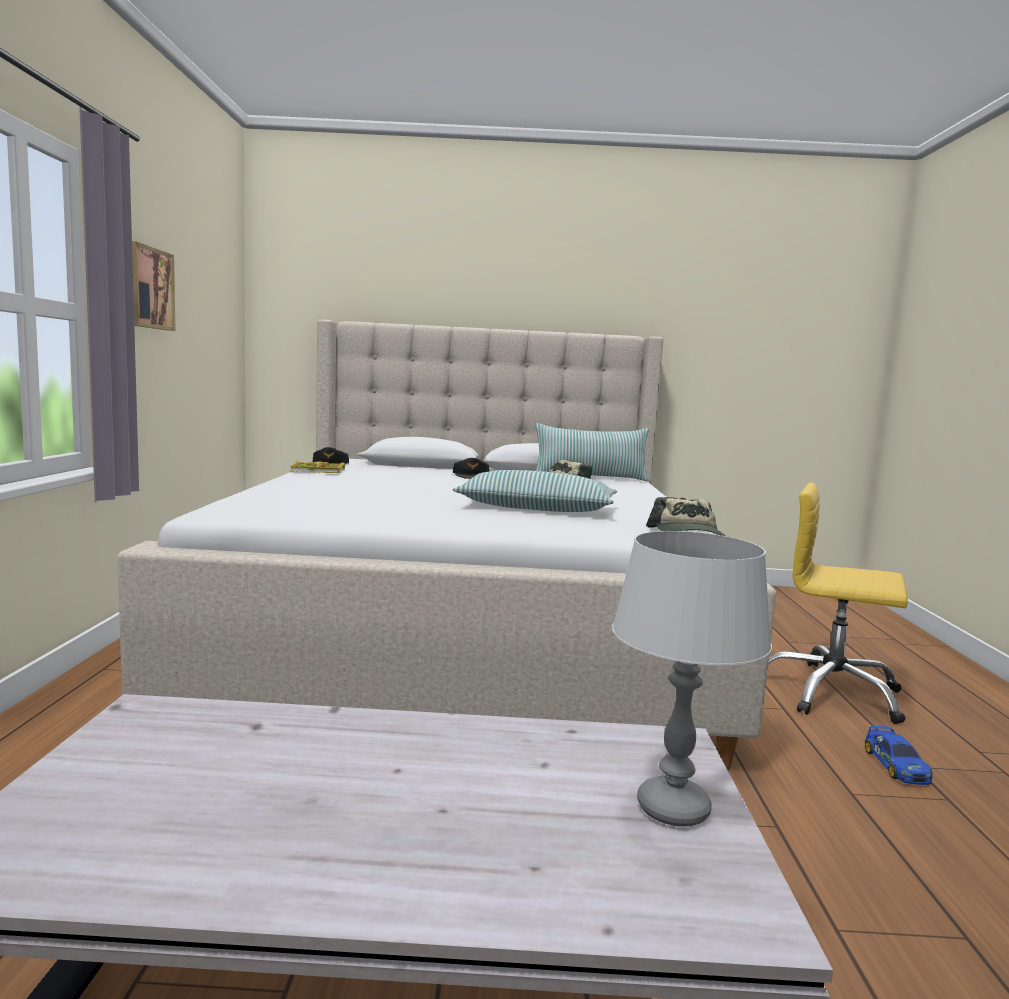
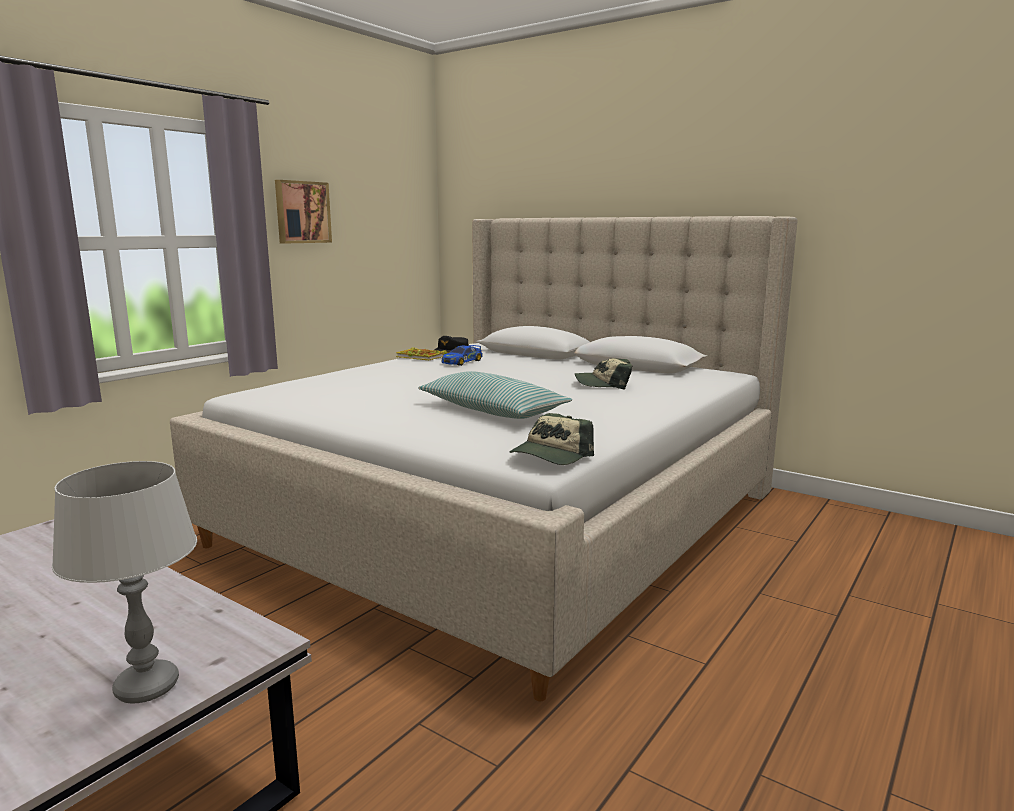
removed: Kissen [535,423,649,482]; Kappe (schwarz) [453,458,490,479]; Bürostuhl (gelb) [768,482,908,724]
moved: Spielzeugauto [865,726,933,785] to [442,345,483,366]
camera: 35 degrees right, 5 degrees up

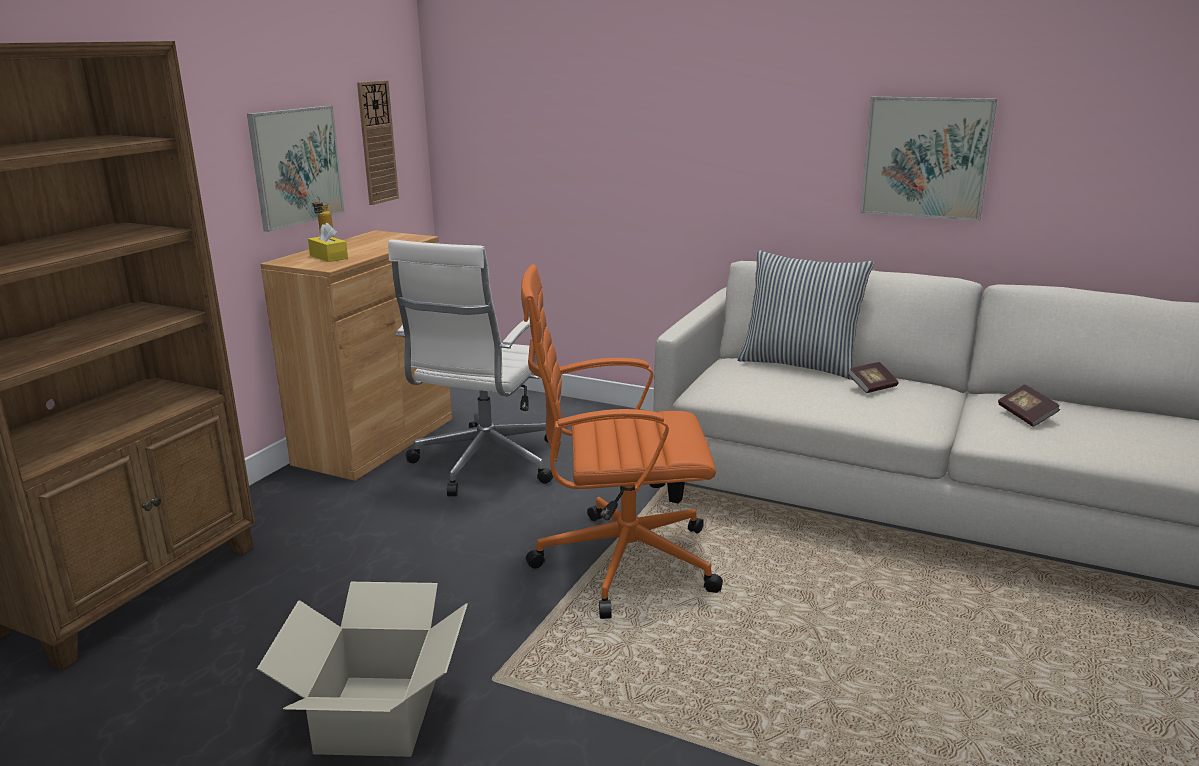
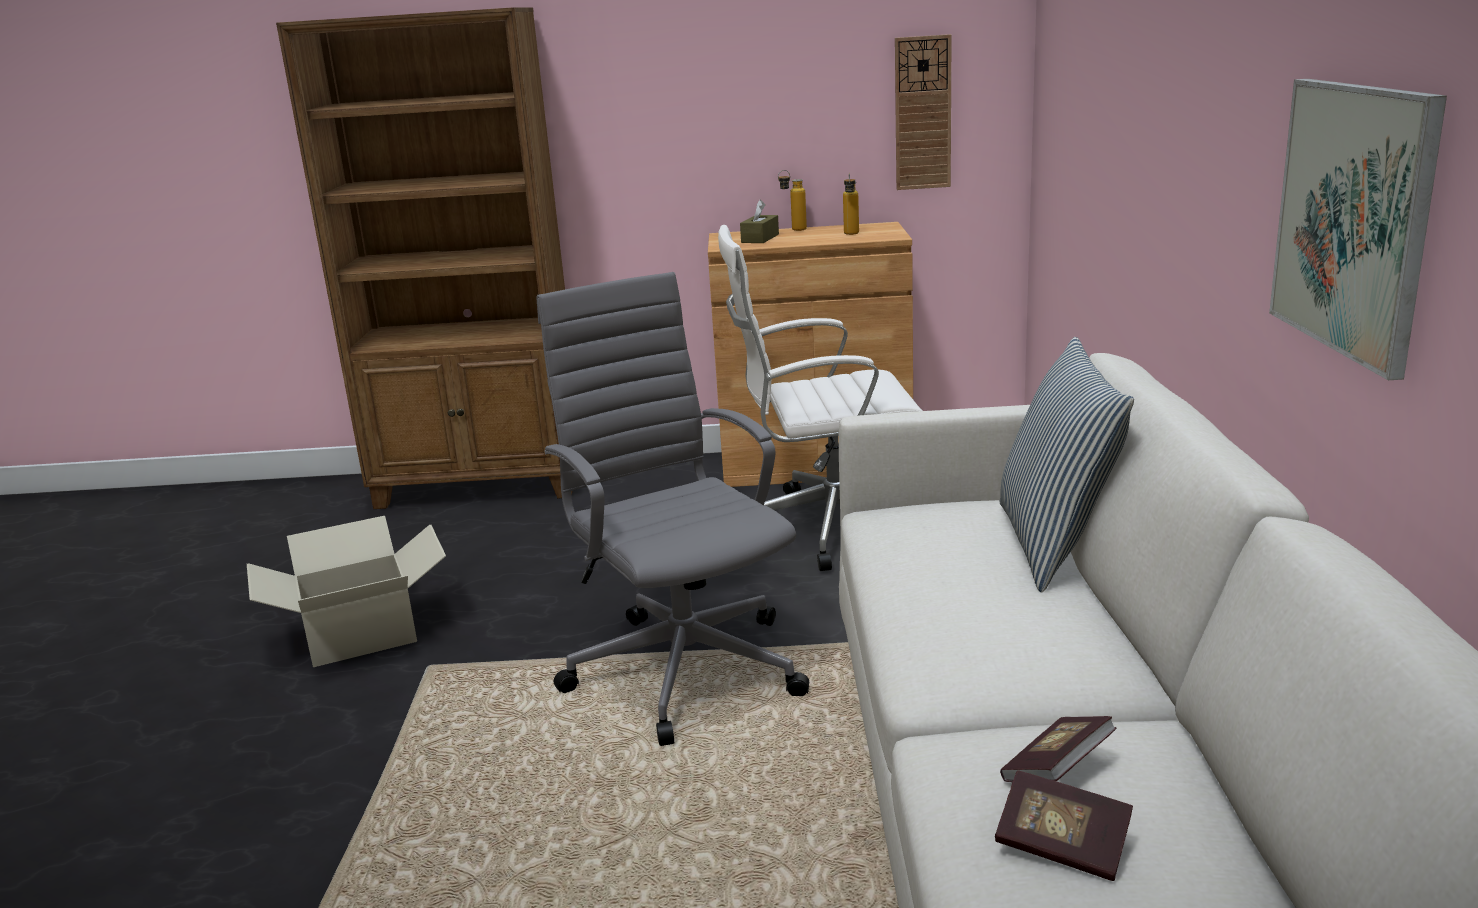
removed: Bild [247,106,345,232]
added: Flasche [843,173,859,235]
moved: Buch [847,362,898,393] to [995,770,1133,881]
recoloured: Taschentuchbox (gelb) [308,223,348,262] to Taschentuchbox (braun) [740,200,779,243]; Bürostuhl (orange) [521,264,723,619] to Bürostuhl (grau) [537,272,809,746]
camera: 65 degrees right, 0 degrees up

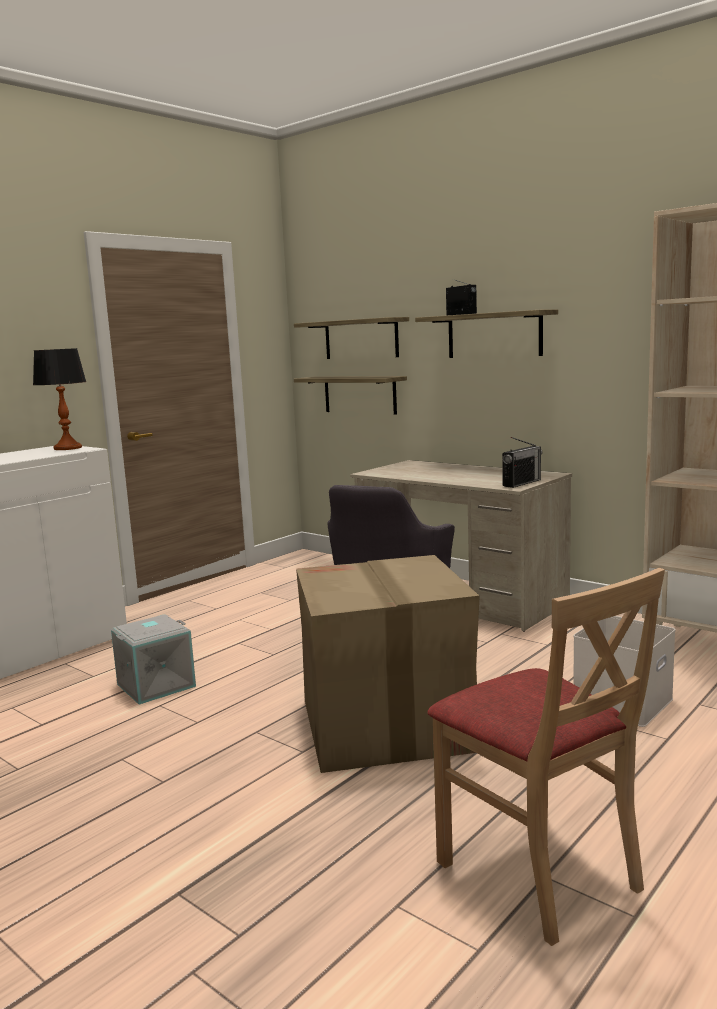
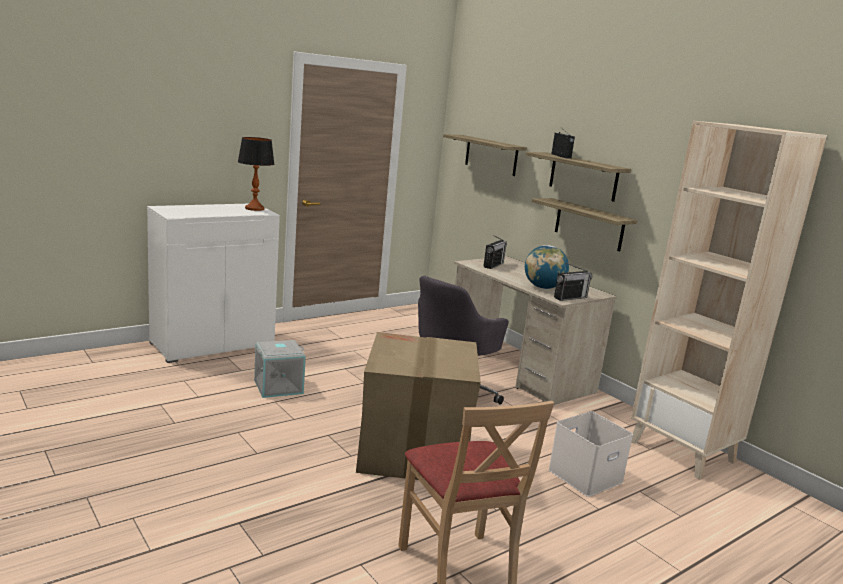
added: Radio [483,235,507,269]; Globus [525,245,569,289]
moved: Wandregal [294,376,407,415] to [532,198,638,251]
camera: 10 degrees right, 5 degrees up

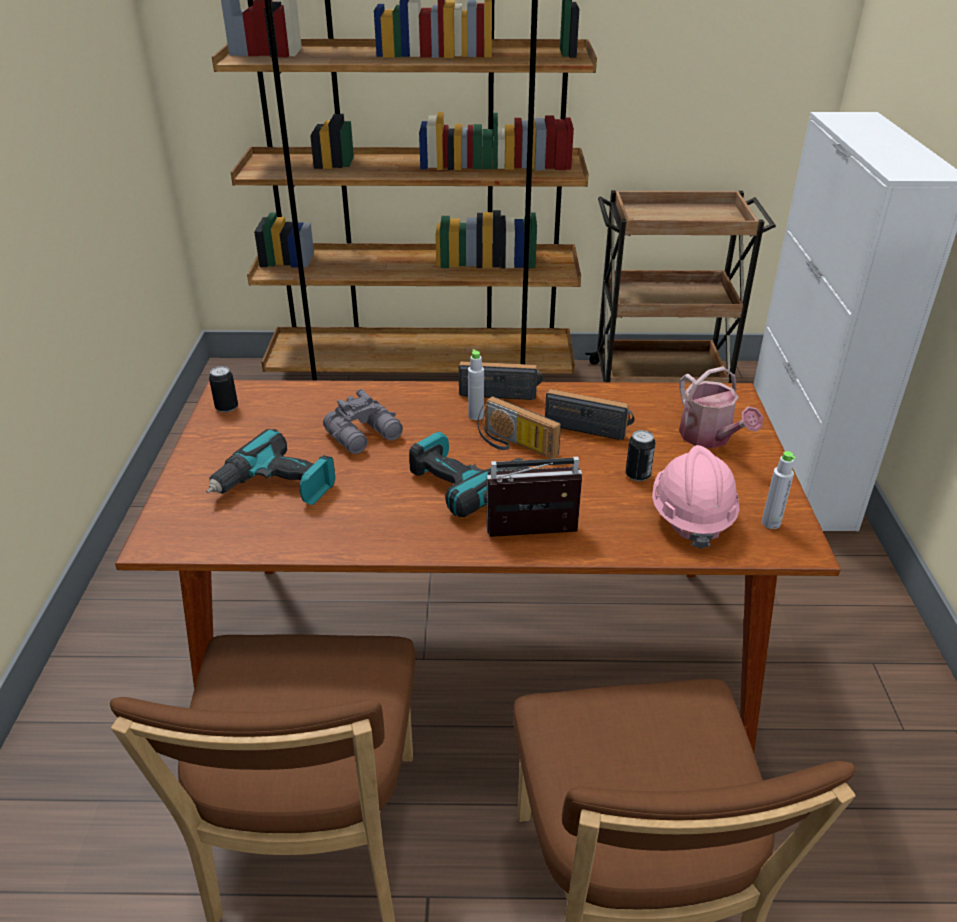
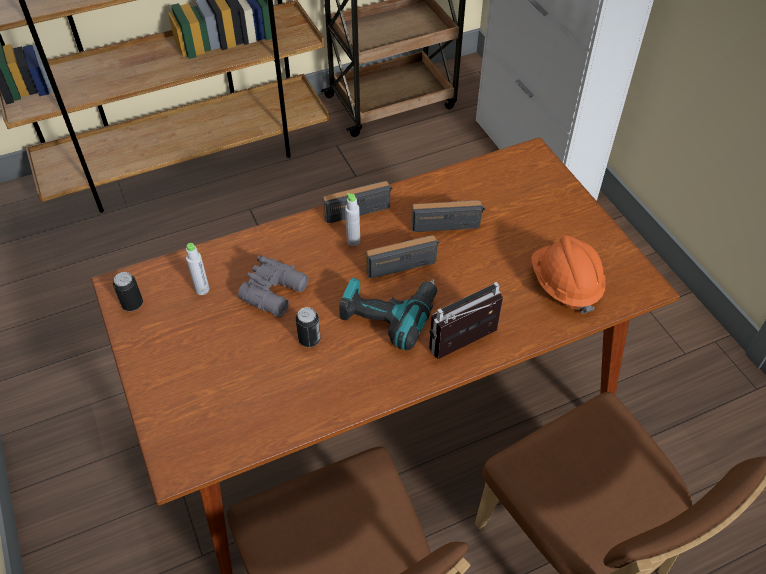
removed: Gießkanne [679,366,763,448]; Bohrmaschine [206,429,335,505]
moved: Dose [625,430,656,481] to [296,307,321,347]; Flasche (grau) [762,451,796,529] to [186,243,209,295]
recoloured: Schutzhelm (rosa) [652,445,739,549] to Schutzhelm (orange) [531,235,605,314]
turned: Radio [478,396,561,459] = [366,235,440,278] 150 degrees clockwise
camera: 25 degrees left, 15 degrees up

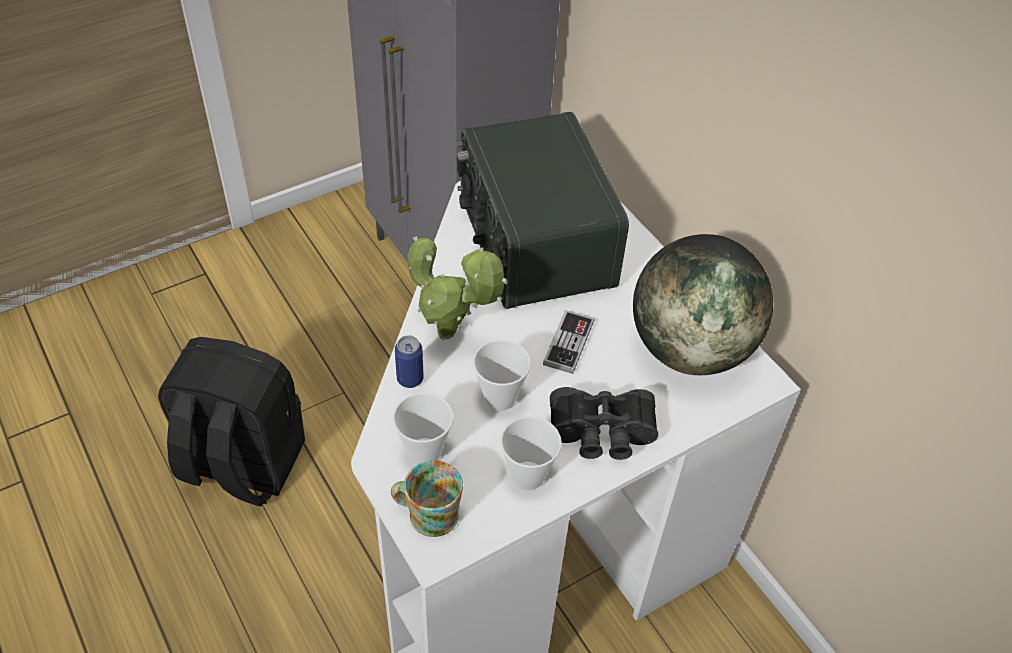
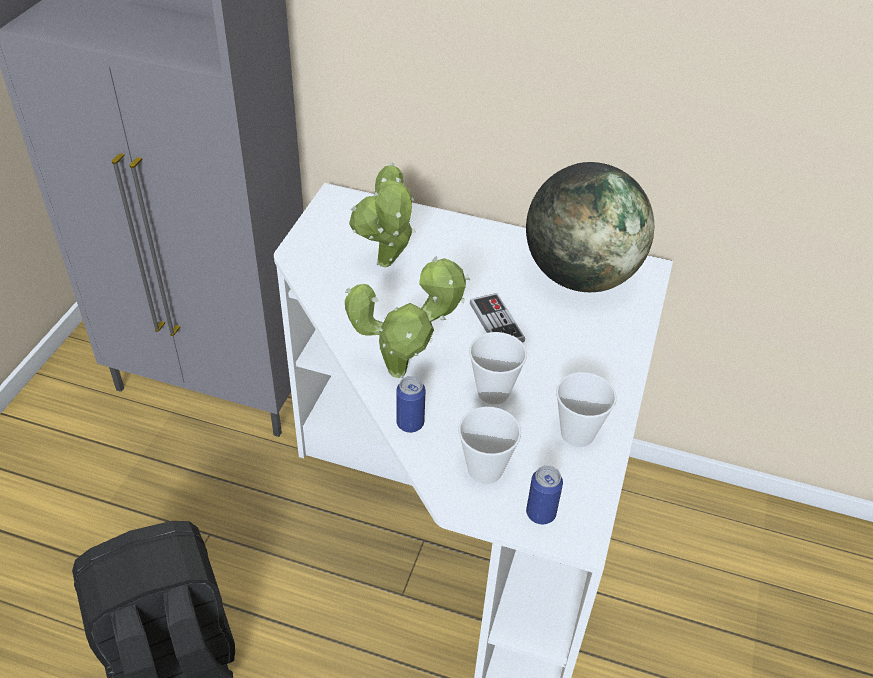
removed: Fernglas (schwarz) [550,387,658,460]
replaced: Radio [457,112,629,309] to Topfpflanze [349,162,415,267]; Henkelbecher [391,461,463,537] to Dose [526,466,563,524]
camera: 40 degrees left, 5 degrees down

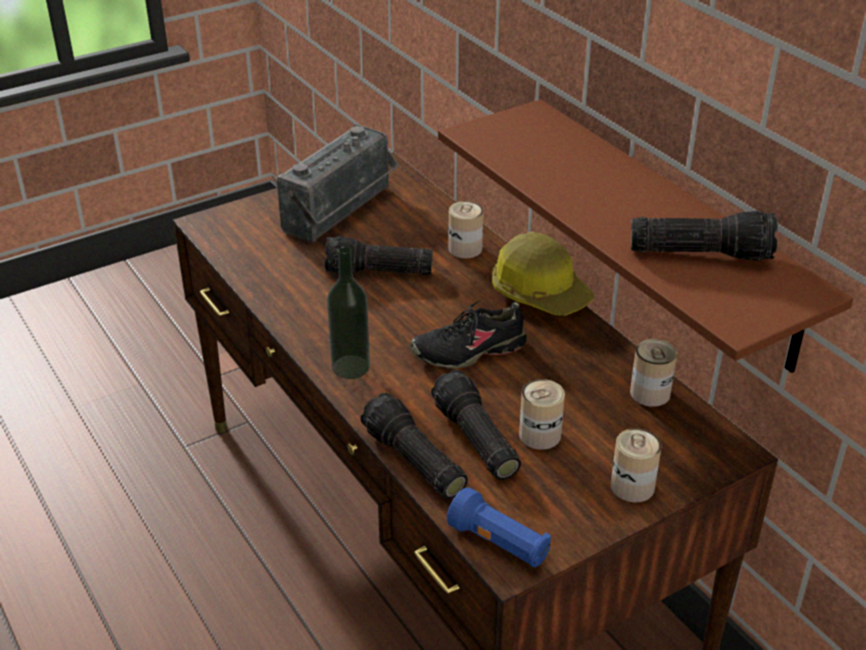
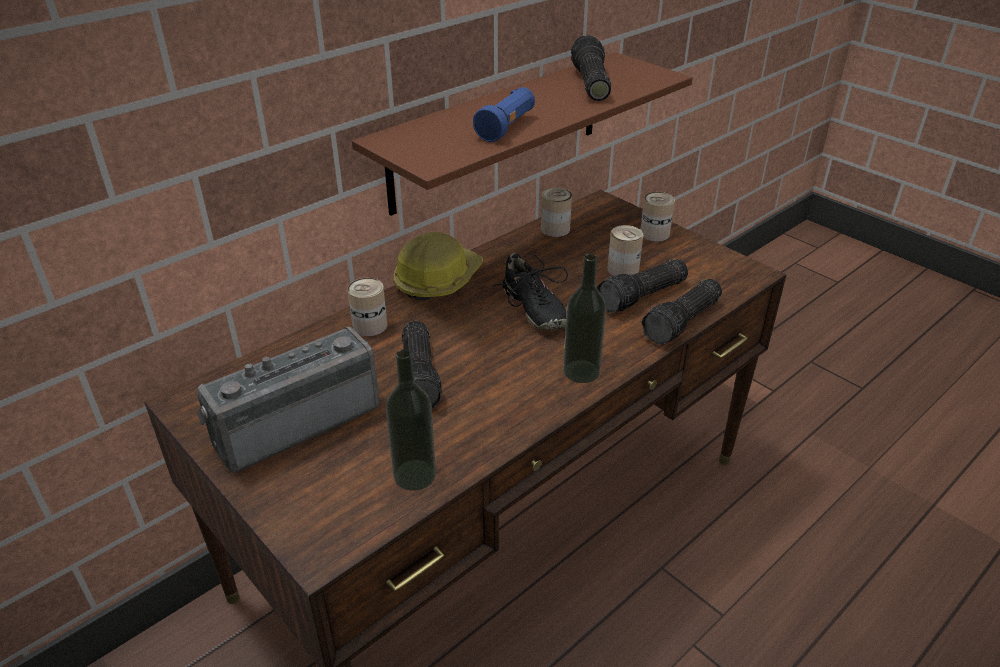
added: Flasche [386,349,436,491]
moved: Taschenlampe (blau) [447,487,551,568] to [473,87,535,142]
turned: Radio [277,125,399,242] = [197,327,379,473] 60 degrees counterclockwise
camera: 100 degrees left, 0 degrees up

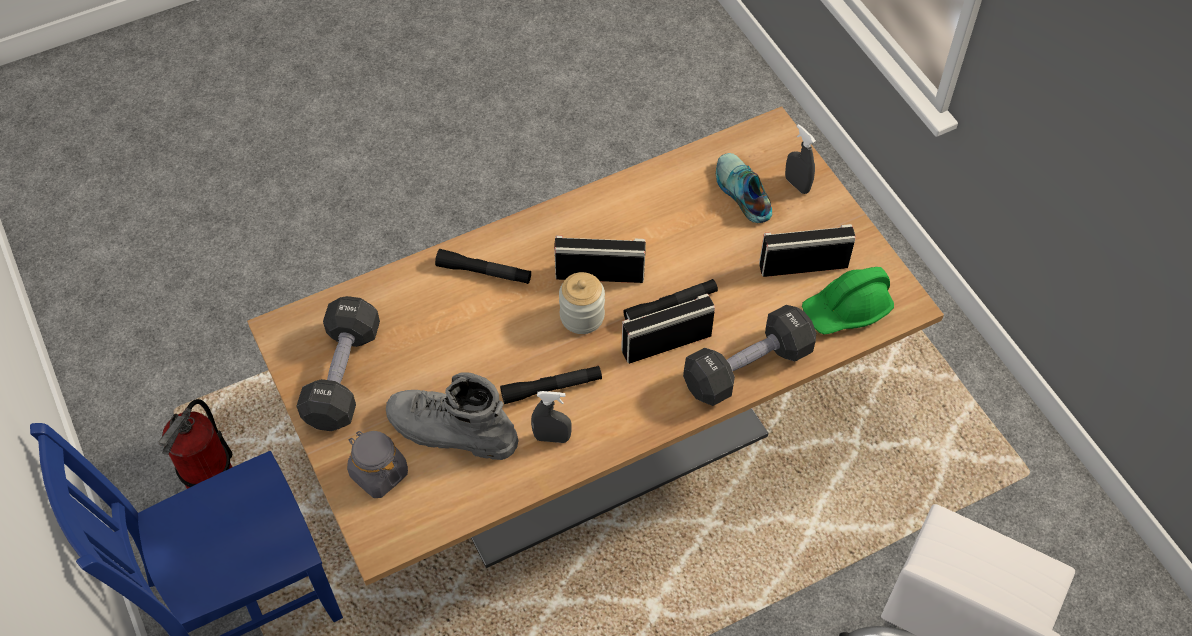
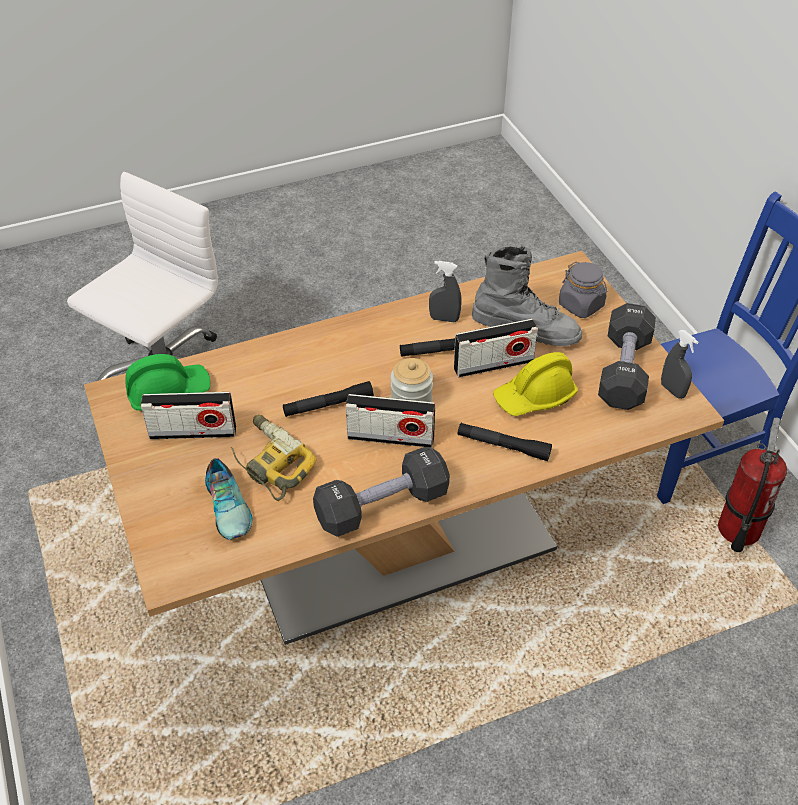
added: Schutzhelm (gelb) [493,352,578,416]; Bohrmaschine [231,415,316,501]
moved: Sprühflasche (grau) [785,124,816,194] to [661,330,699,399]; Radio [621,294,715,364] to [454,319,538,377]; Hantel (schwarz) [683,305,816,406] to [313,447,450,537]
camera: 175 degrees left, 10 degrees down

